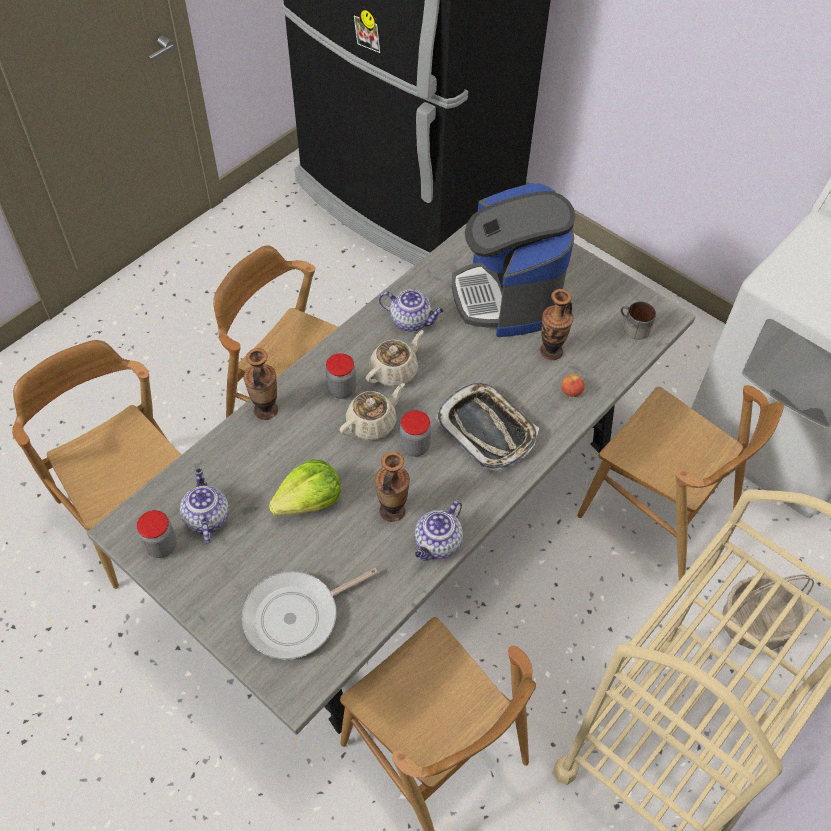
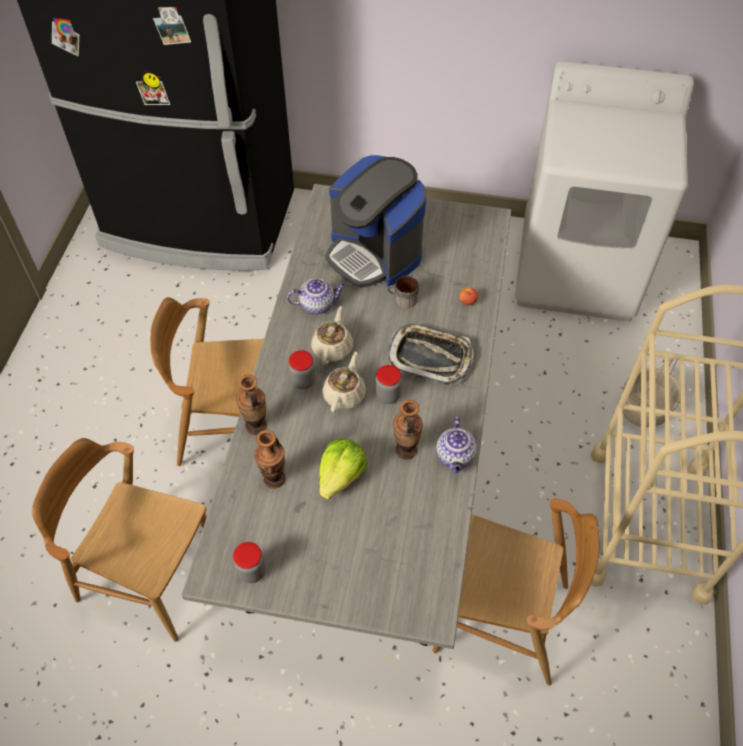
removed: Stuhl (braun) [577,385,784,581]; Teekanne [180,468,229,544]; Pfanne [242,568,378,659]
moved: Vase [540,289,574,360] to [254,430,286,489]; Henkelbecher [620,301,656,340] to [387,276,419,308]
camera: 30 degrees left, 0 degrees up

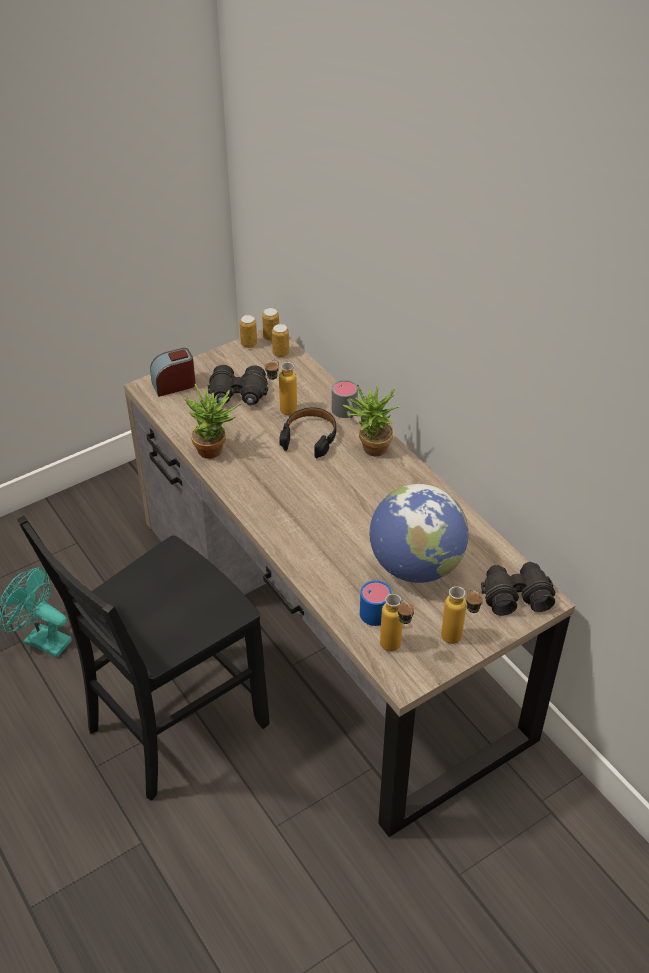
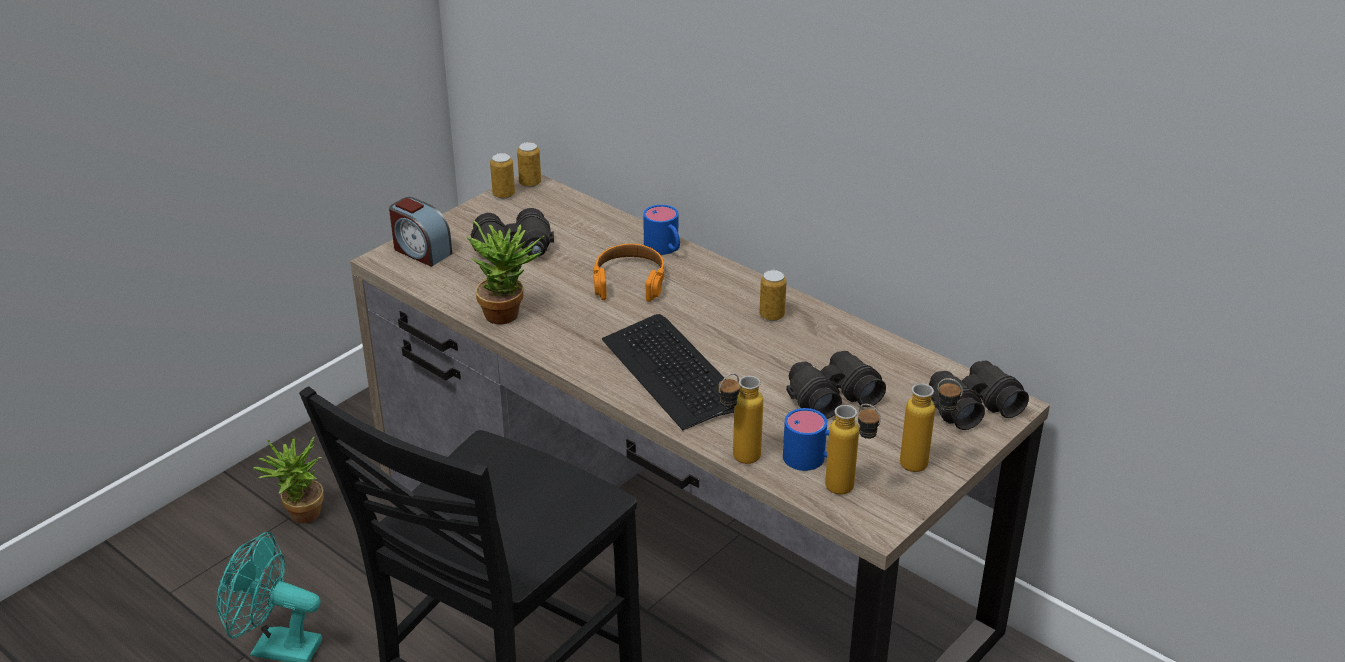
added: Tastatur [602,314,734,430]
moved: Dose [272,324,289,357] to [759,270,787,321]; Flasche [265,359,297,415] to [718,373,763,464]; Topfpflanze [343,384,400,456] to [253,436,324,523]
replaced: Globus [370,484,469,583] to Fernglas (schwarz) [786,351,886,419]
recoloured: Henkelbecher (grau) [332,380,358,418] to Henkelbecher (blau) [643,205,680,255]; Kopfhörer (schwarz) [279,407,336,458] to Kopfhörer (orange) [593,244,665,302]
turned: Wecker [150,348,196,397] = [389,197,452,267] 105 degrees counterclockwise
camera: 15 degrees left, 10 degrees down

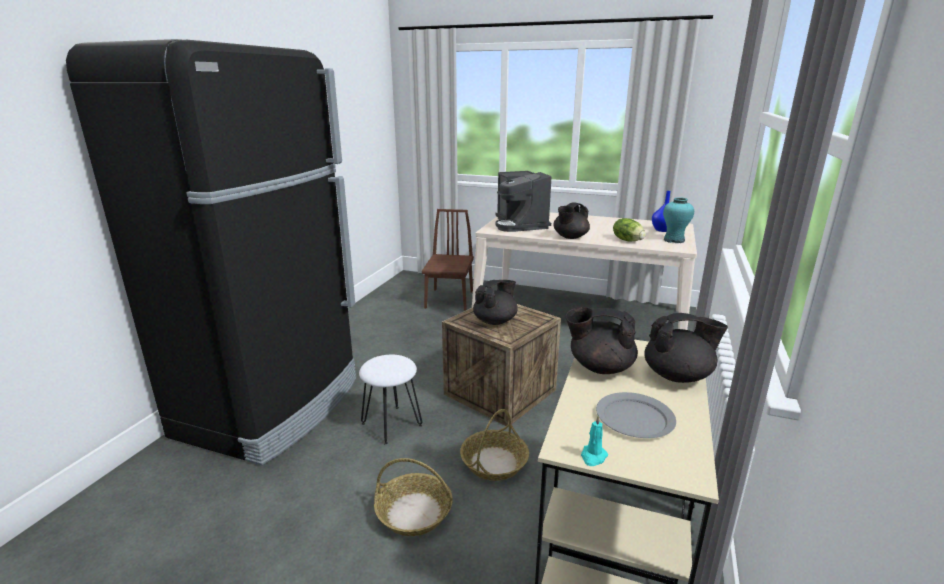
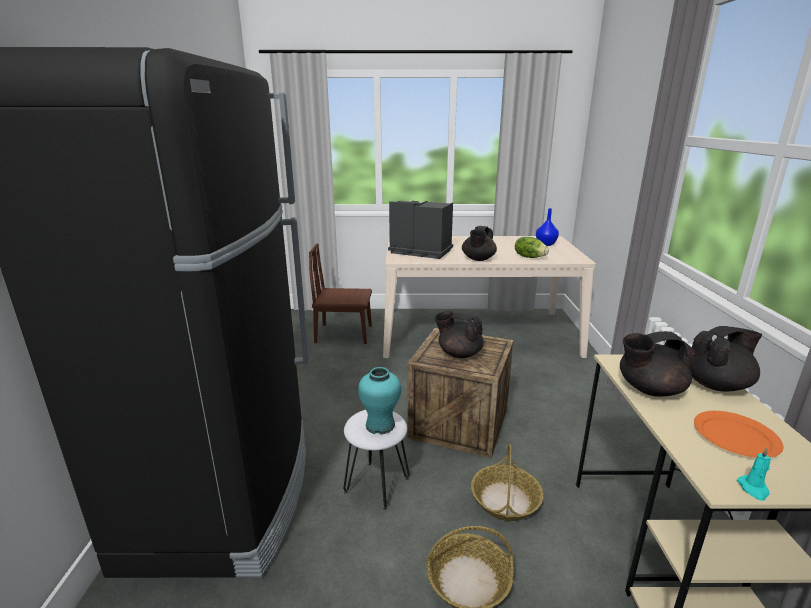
moved: Vase (türkis) [663,197,694,243] to [358,367,401,435]
recoloured: Teller (grau) [596,392,676,438] to Teller (orange) [694,411,783,458]
turned: Kaffeemaschine [495,171,551,232] = [388,201,453,259] 150 degrees clockwise; Stuhl (braun) [422,209,474,311] = [309,243,372,344] 75 degrees counterclockwise; Teekanne (schwarz) [473,280,518,325] = [435,311,484,358] 90 degrees counterclockwise
camera: 20 degrees left, 0 degrees up

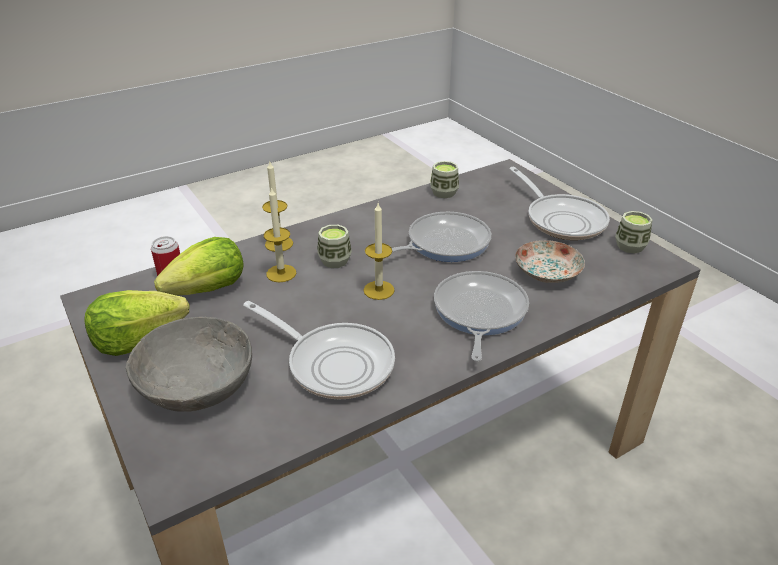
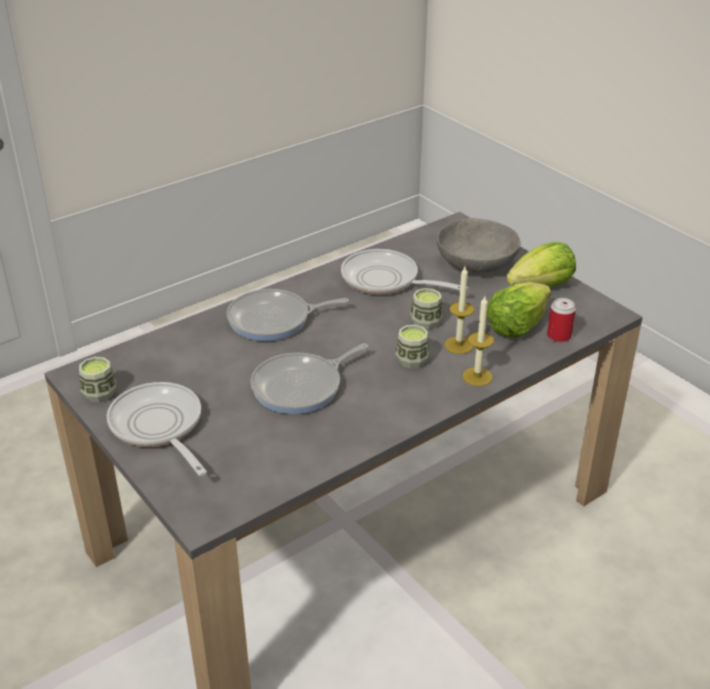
removed: Kerze [363,203,395,300]; Teller [515,240,585,283]
moved: Tasse [430,161,459,198] to [410,288,443,330]
turned: Pfanne [434,271,529,361] = [227,289,349,341] 75 degrees clockwise
camera: 175 degrees right, 0 degrees up

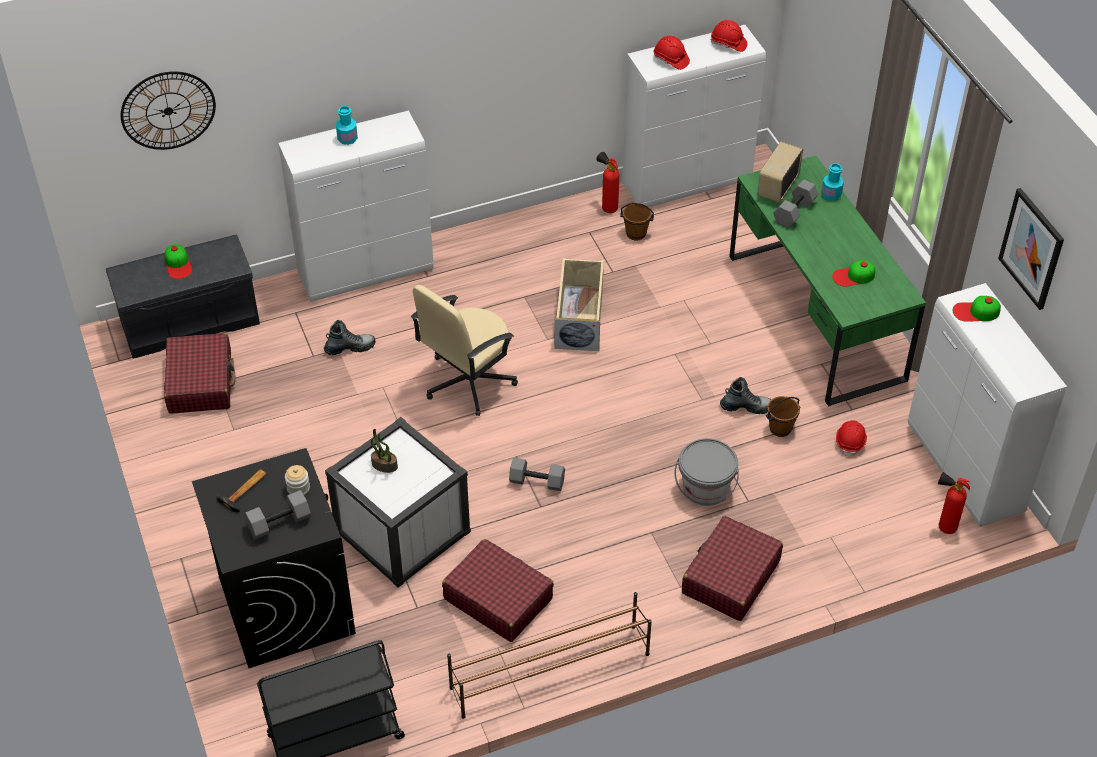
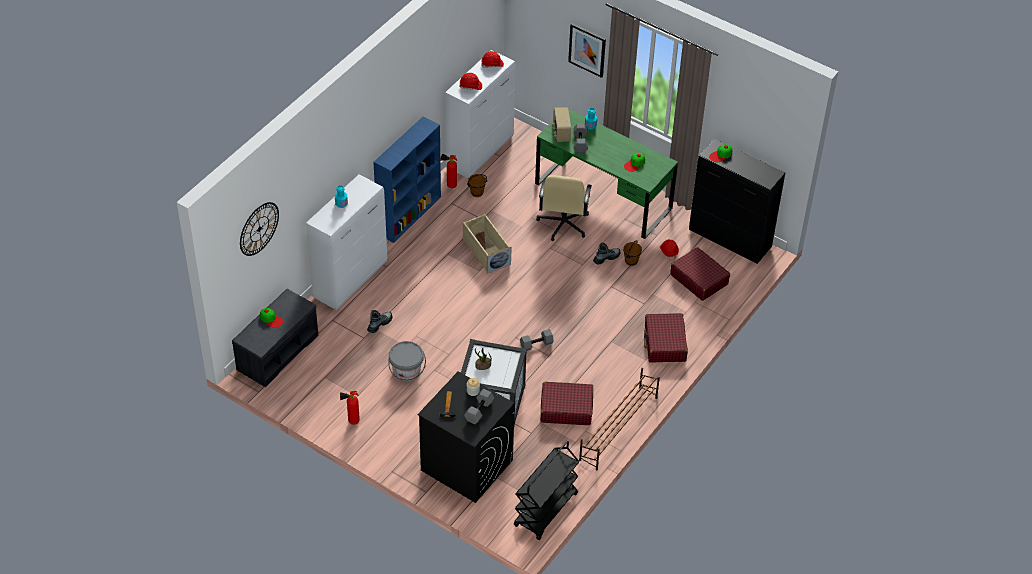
added: Bücherregal (blau) [373,117,441,243]
moved: Bild [998,188,1064,310] to [568,23,606,78]; Bürostuhl (beige) [411,285,518,416] to [536,175,592,241]; Koffer (rot) [164,333,235,414] to [670,247,730,301]; Eimer (grau) [675,438,739,506] to [388,341,426,381]; Feuerlöscher [938,472,970,534] to [340,391,360,425]
recoloured: Schrank (weiß) [908,283,1067,527] to Schrank (schwarz) [689,139,785,264]
camera: 35 degrees left, 0 degrees up

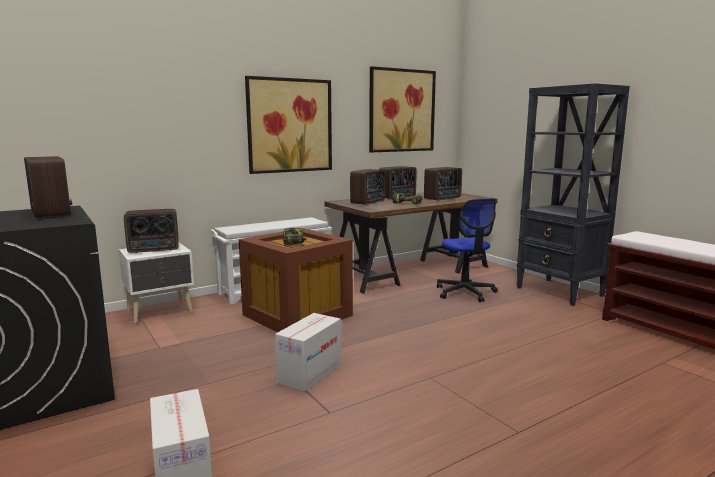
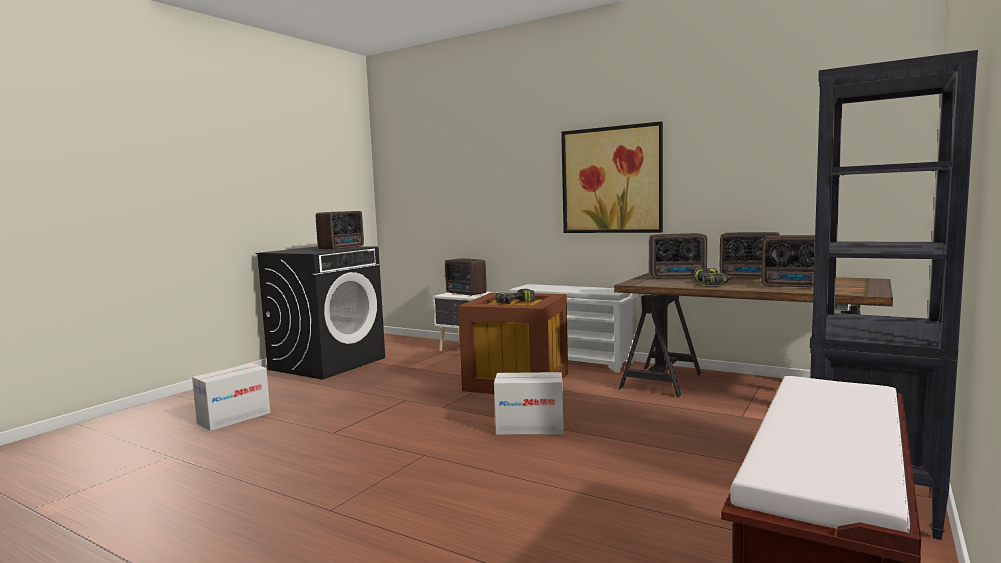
removed: Bild [369,66,436,152]; Bürostuhl [437,198,498,302]
moved: Karton [275,313,341,392] to [494,372,564,435]
camera: 65 degrees right, 5 degrees down

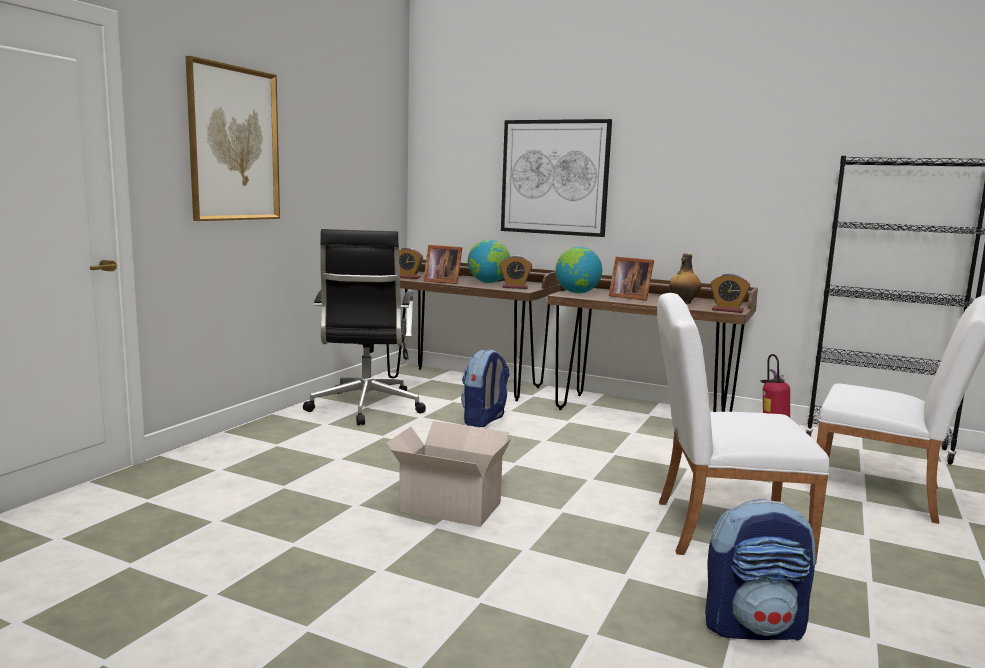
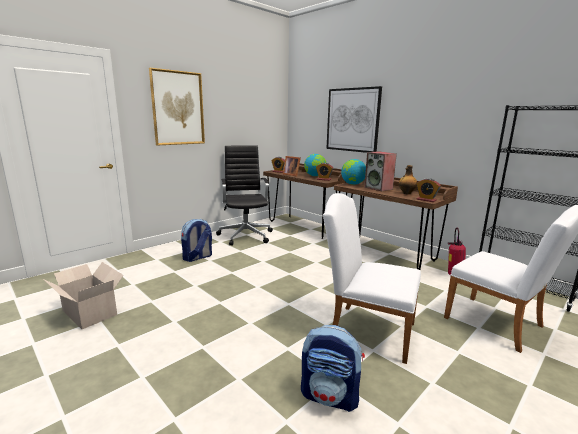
moved: Rucksack [461,349,510,427] to [181,219,212,262]; Karton [386,421,511,527] to [43,262,124,329]
replaced: Bilderrahmen [609,257,654,301] to Lautsprecher [364,151,397,191]
turned: Bürostuhl (schwarz) [303,229,426,425] = [216,146,273,246] 150 degrees clockwise
camera: 20 degrees right, 5 degrees up

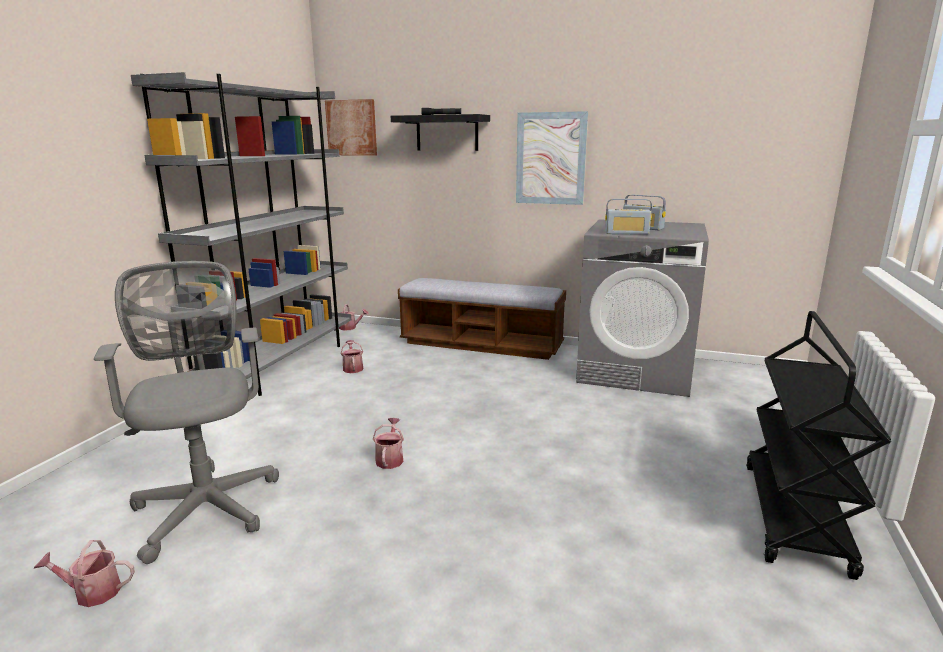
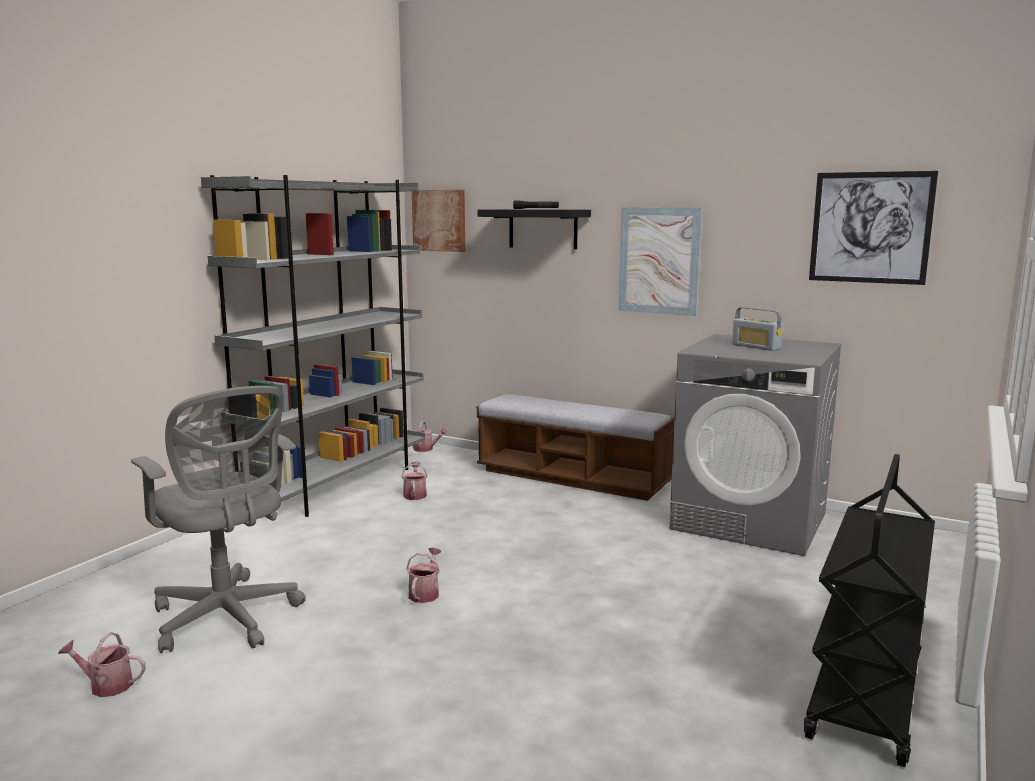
removed: Radio [605,199,652,235]
added: Bild [809,171,938,285]
turned: Bürostuhl (grau) [94,261,279,564] = [131,386,306,653] 150 degrees clockwise
camera: 10 degrees right, 5 degrees down

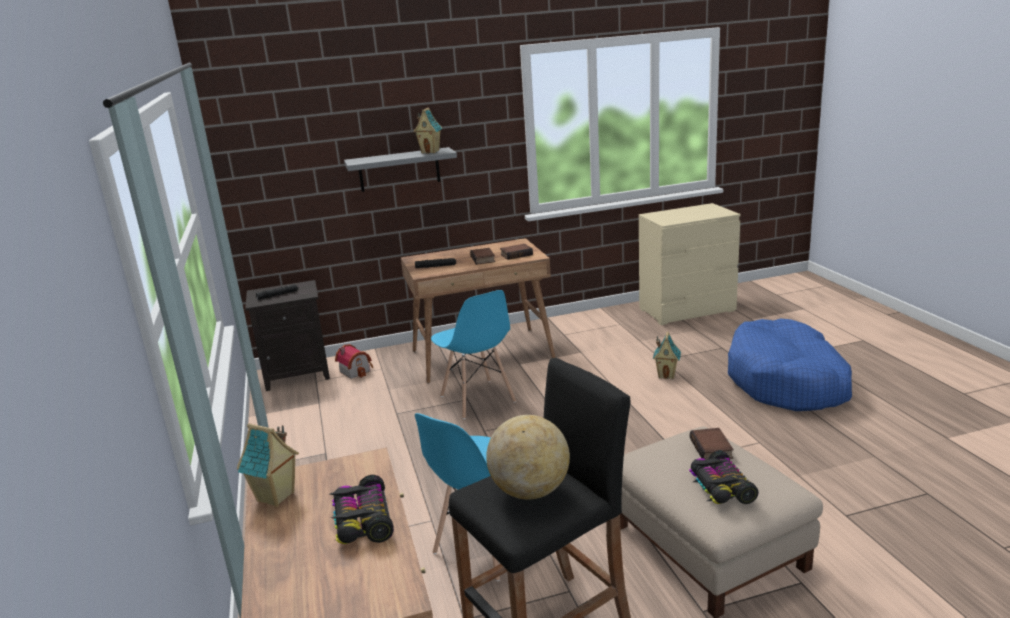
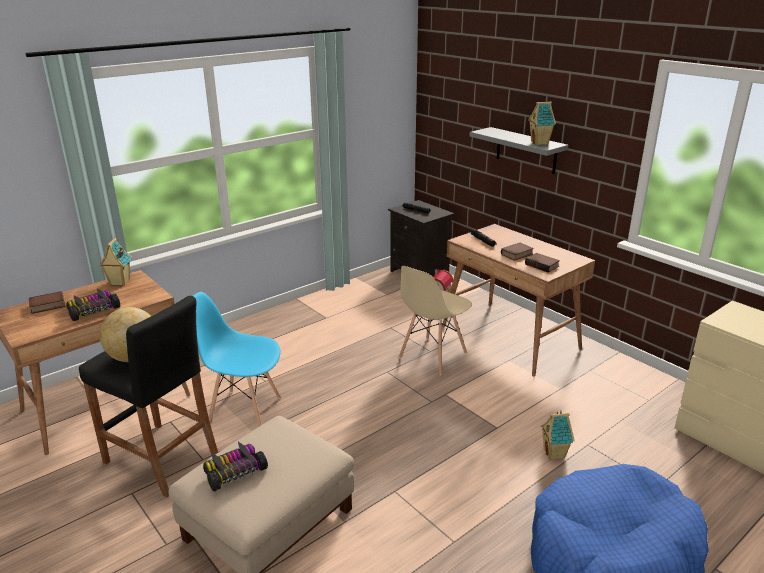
moved: Buch [690,428,734,460] to [29,291,65,314]
recoloured: Stuhl (blau) [431,290,516,419] to Stuhl (beige) [399,266,472,375]
camera: 65 degrees right, 5 degrees up

